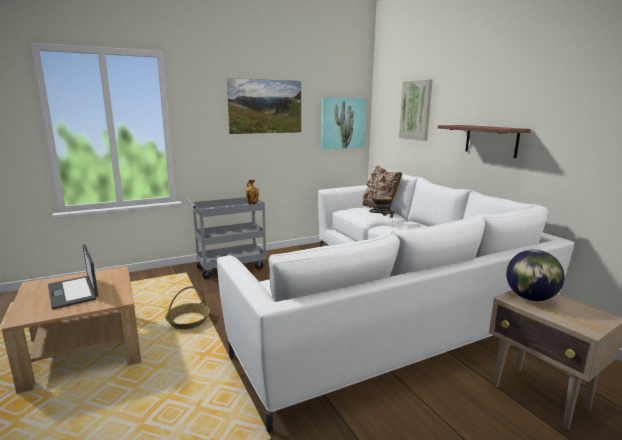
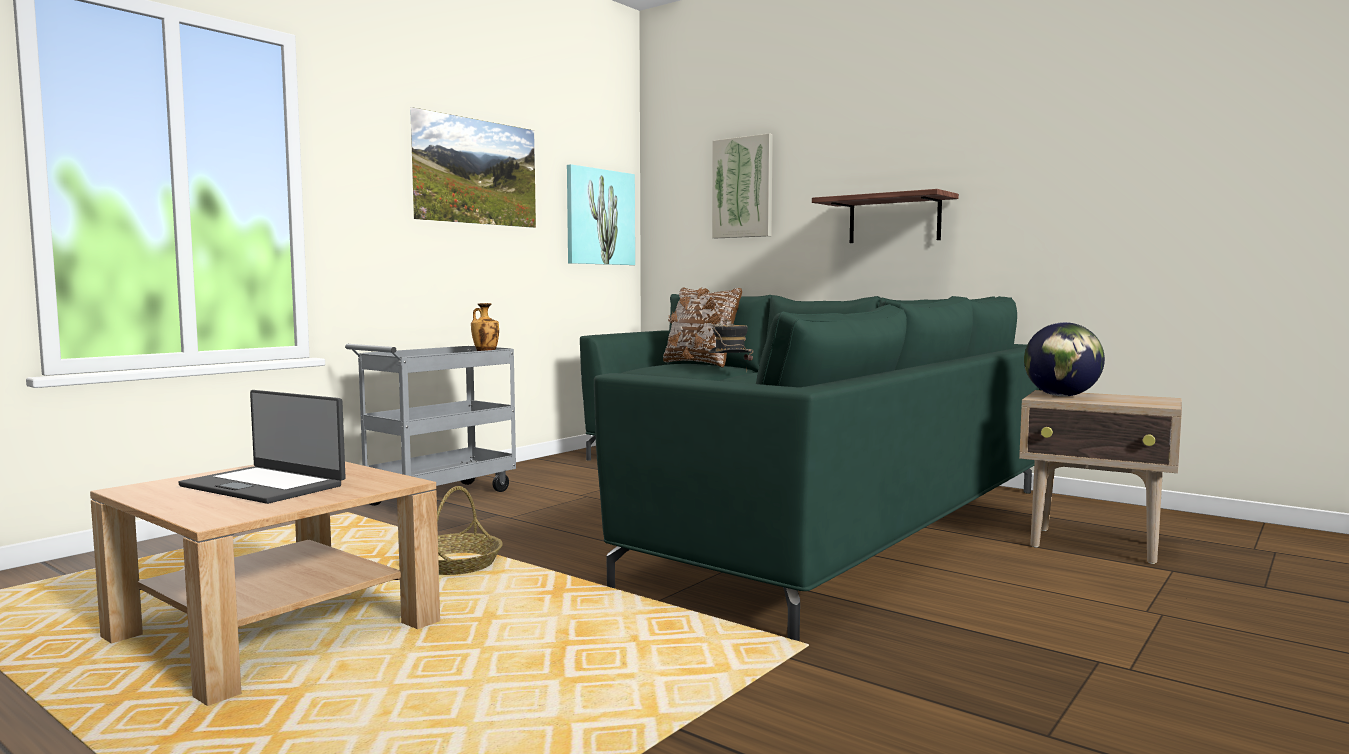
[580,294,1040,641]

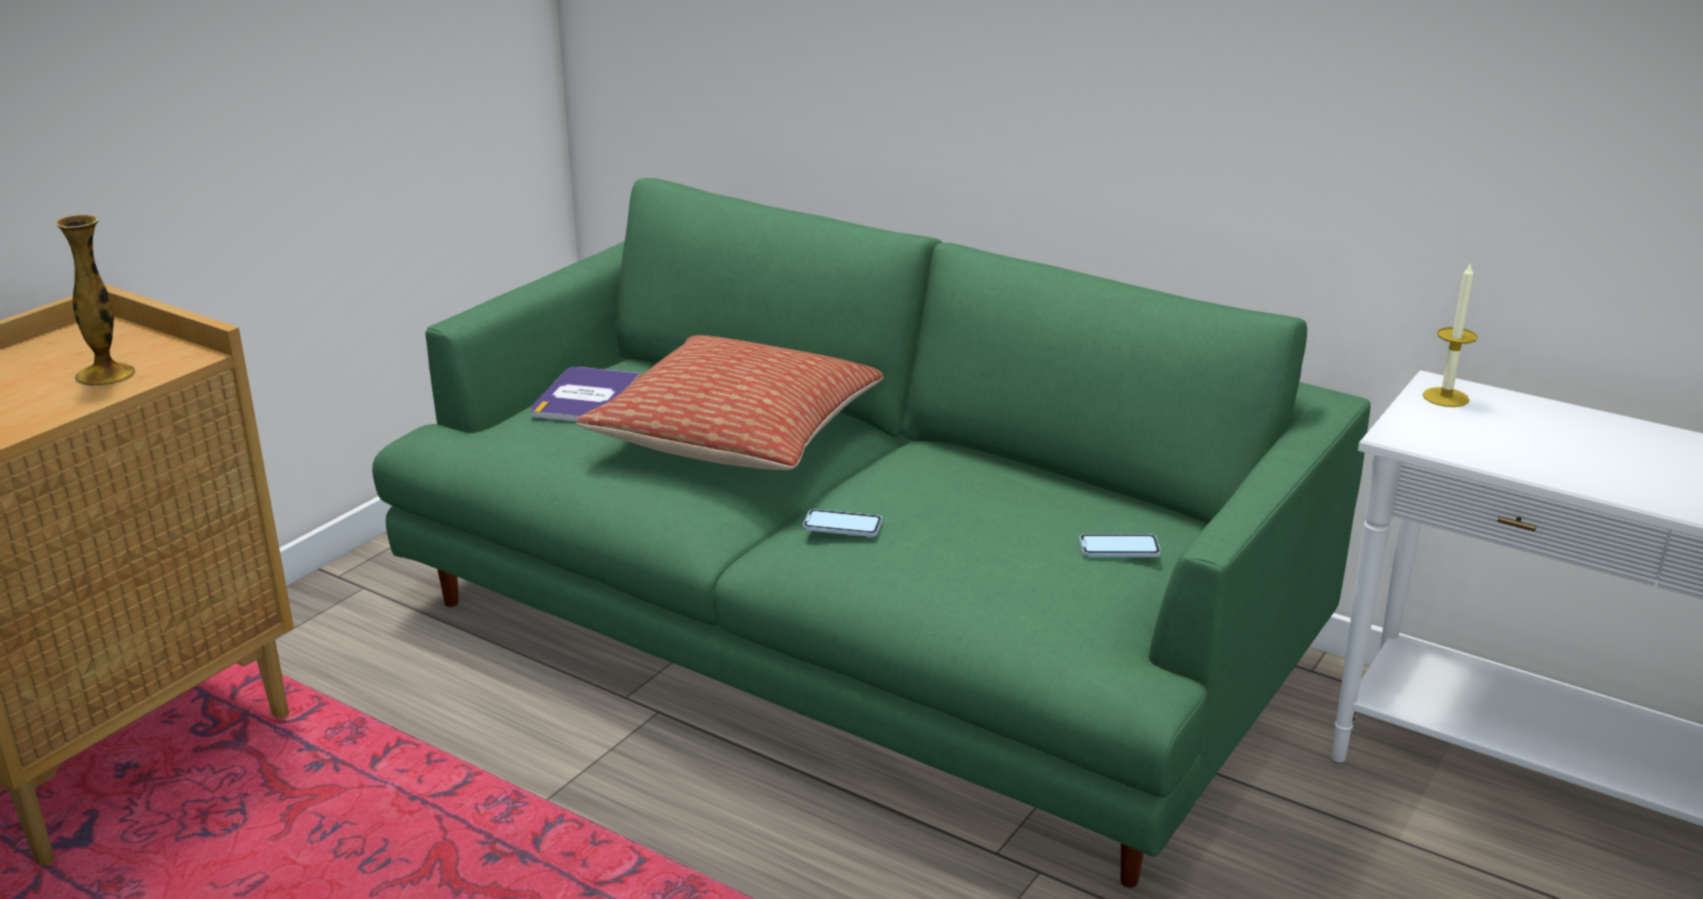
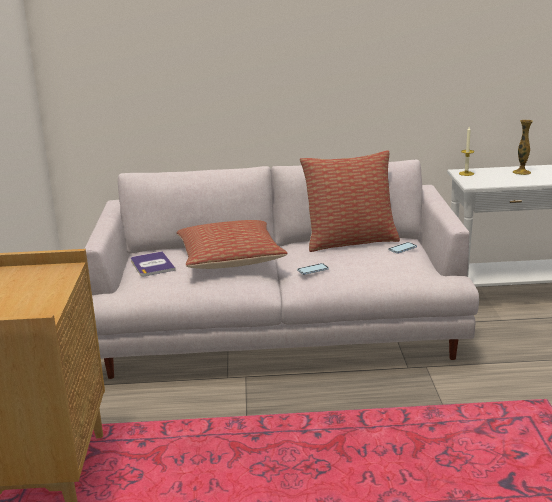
[84,160,479,379]
[300,150,400,252]
[513,120,533,175]

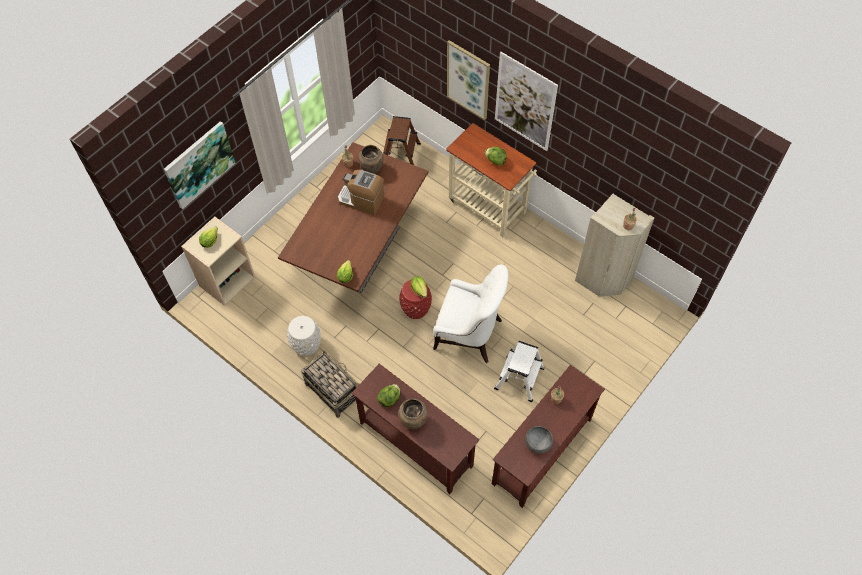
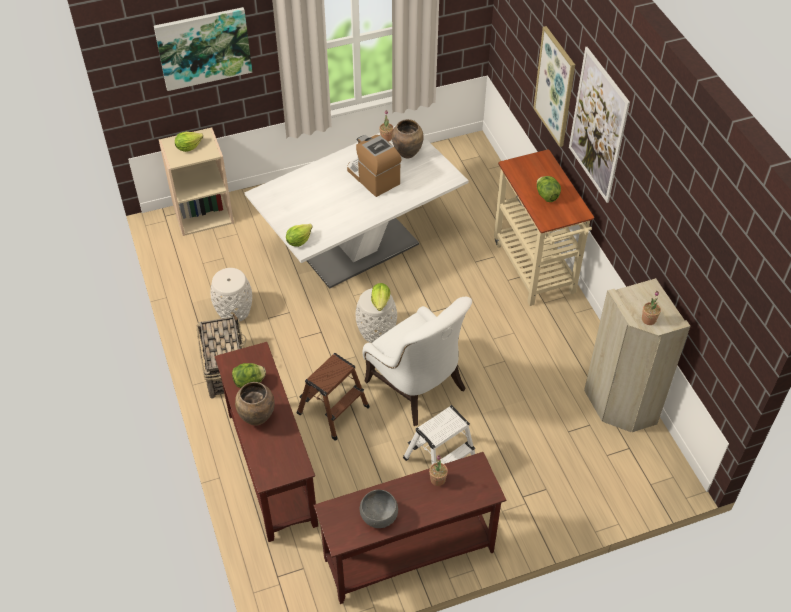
[245,126,469,289]
[297,353,370,441]
[355,288,397,343]

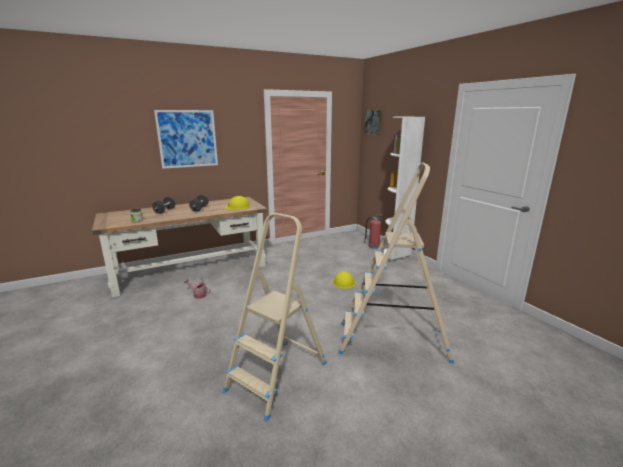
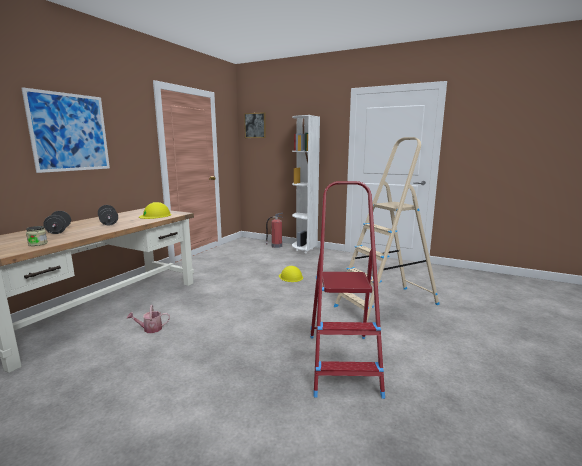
[310,181,385,399]

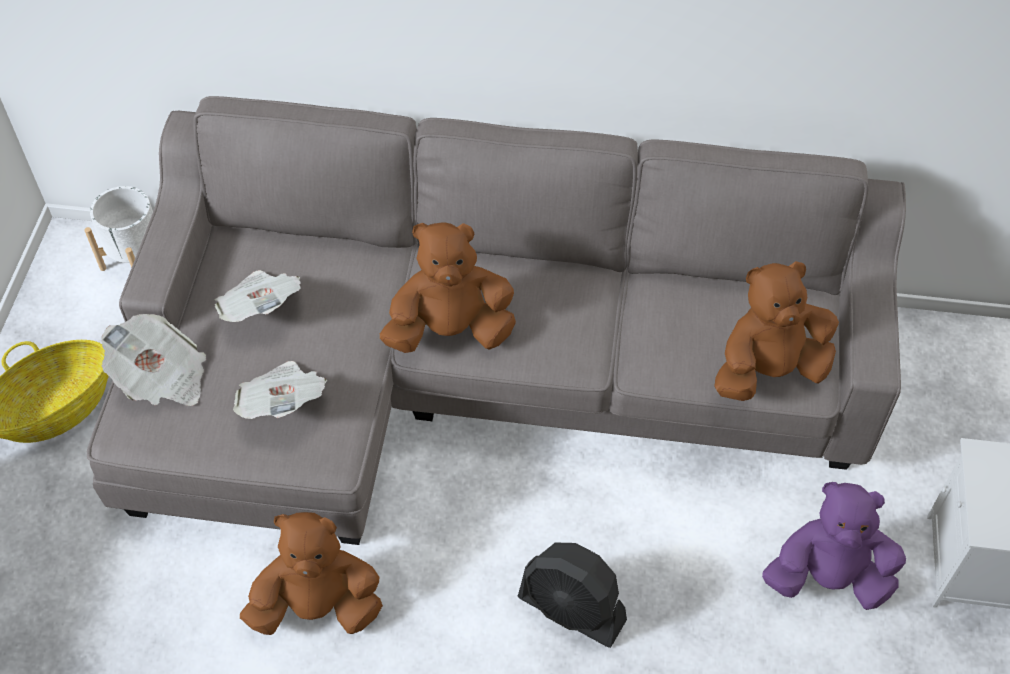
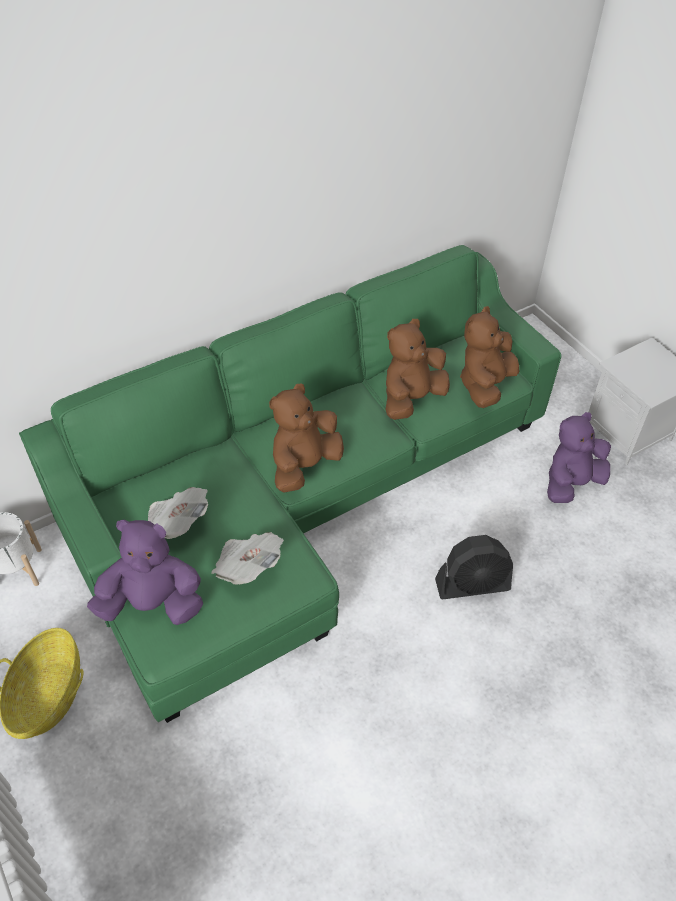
[19,245,561,723]
[87,520,203,625]
[385,319,450,420]

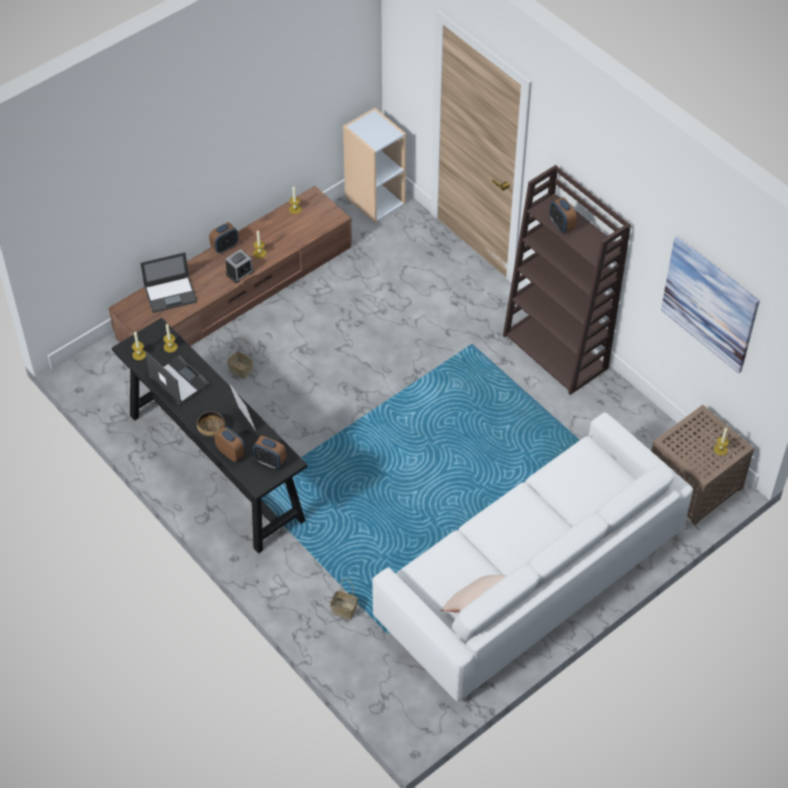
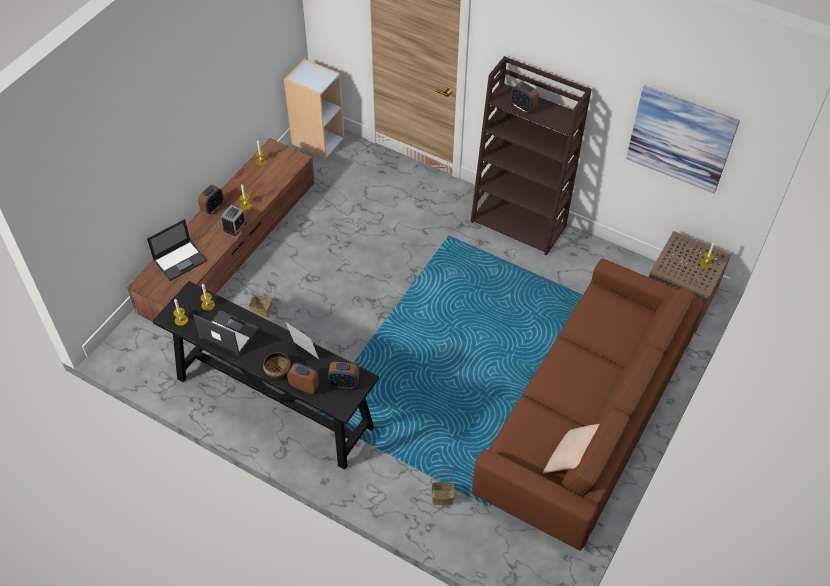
[472,259,704,551]

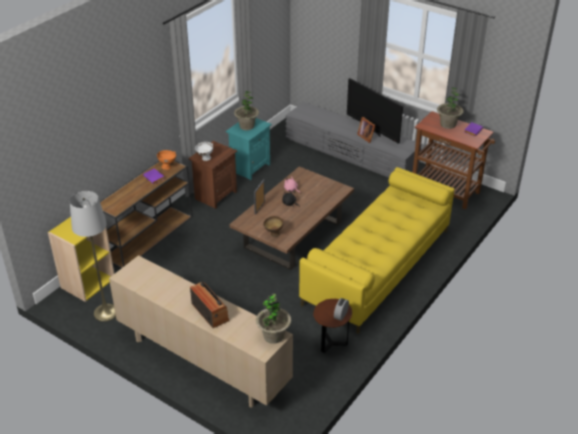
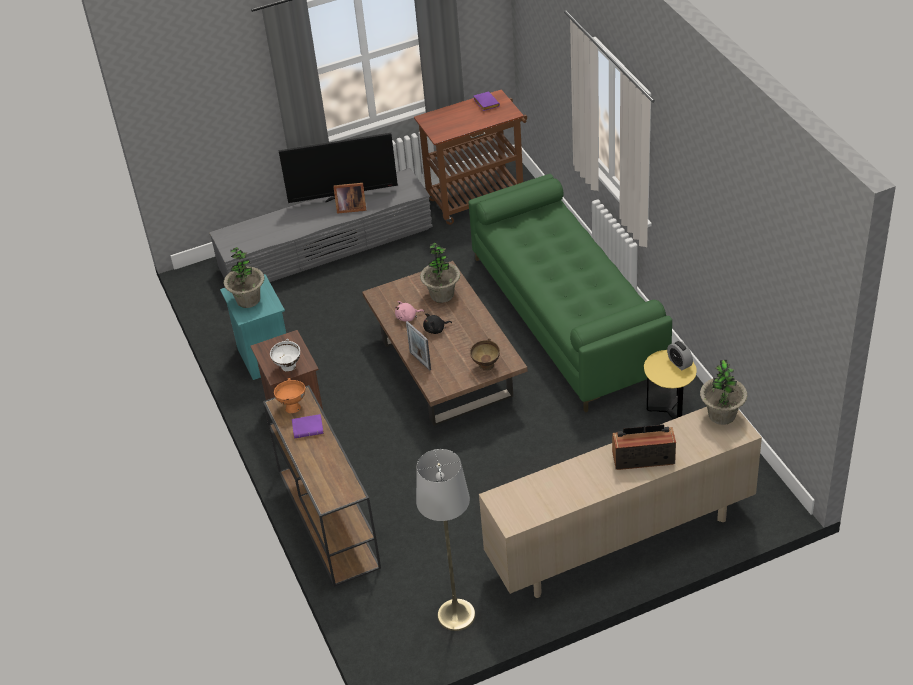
[420,243,460,303]
[469,174,672,413]
[644,350,696,419]
[48,217,114,302] (first image)

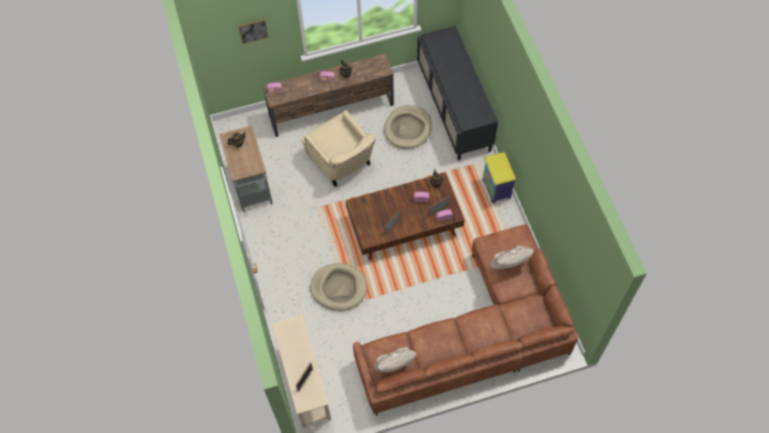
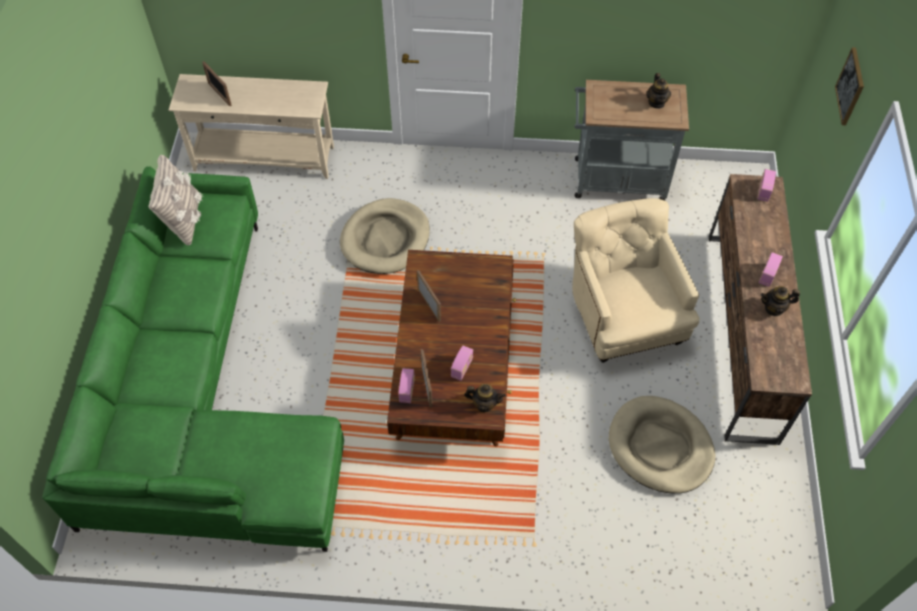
[42,166,344,552]
[572,198,699,363]
[417,26,498,160] (first image)
[483,152,516,203] (first image)
[490,245,534,269] (first image)

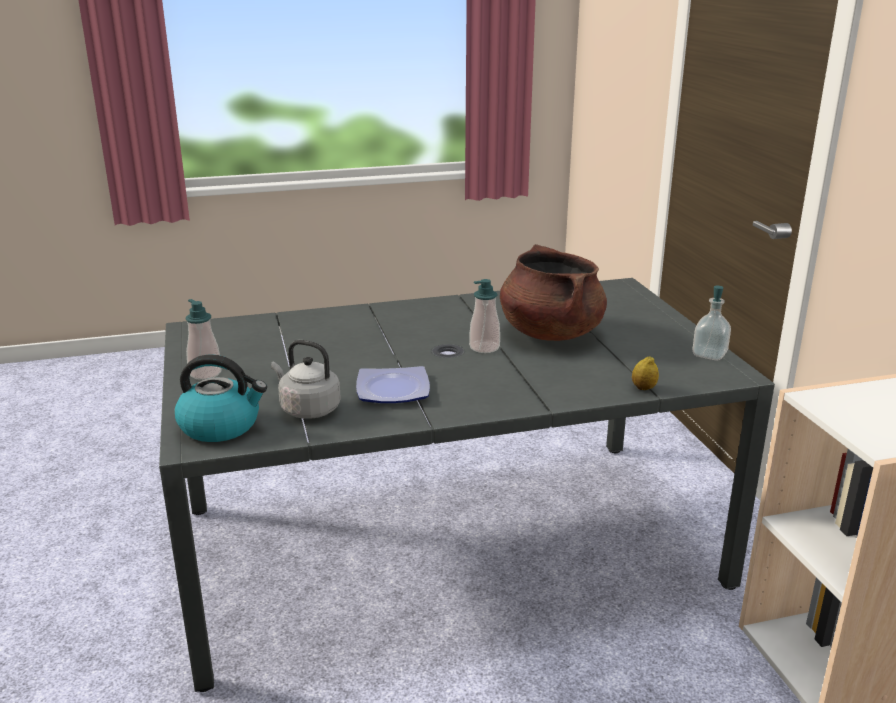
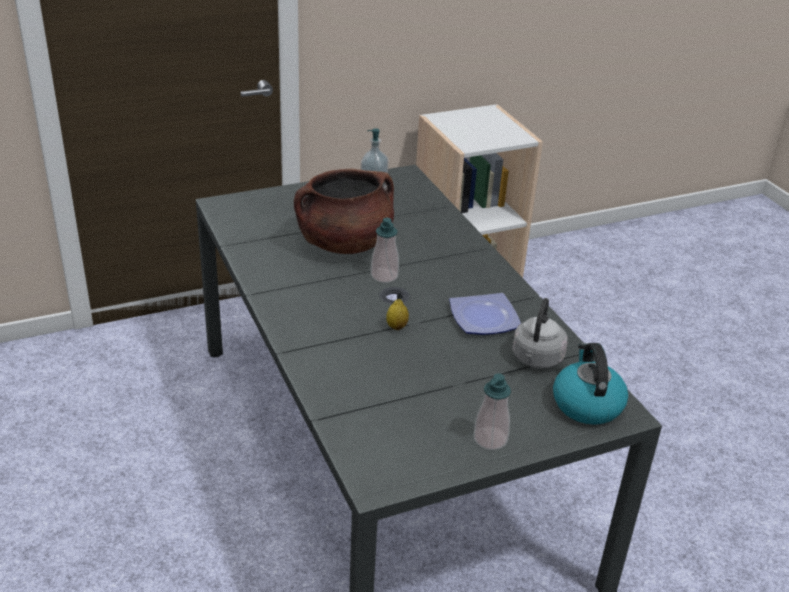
[386,299,409,330]

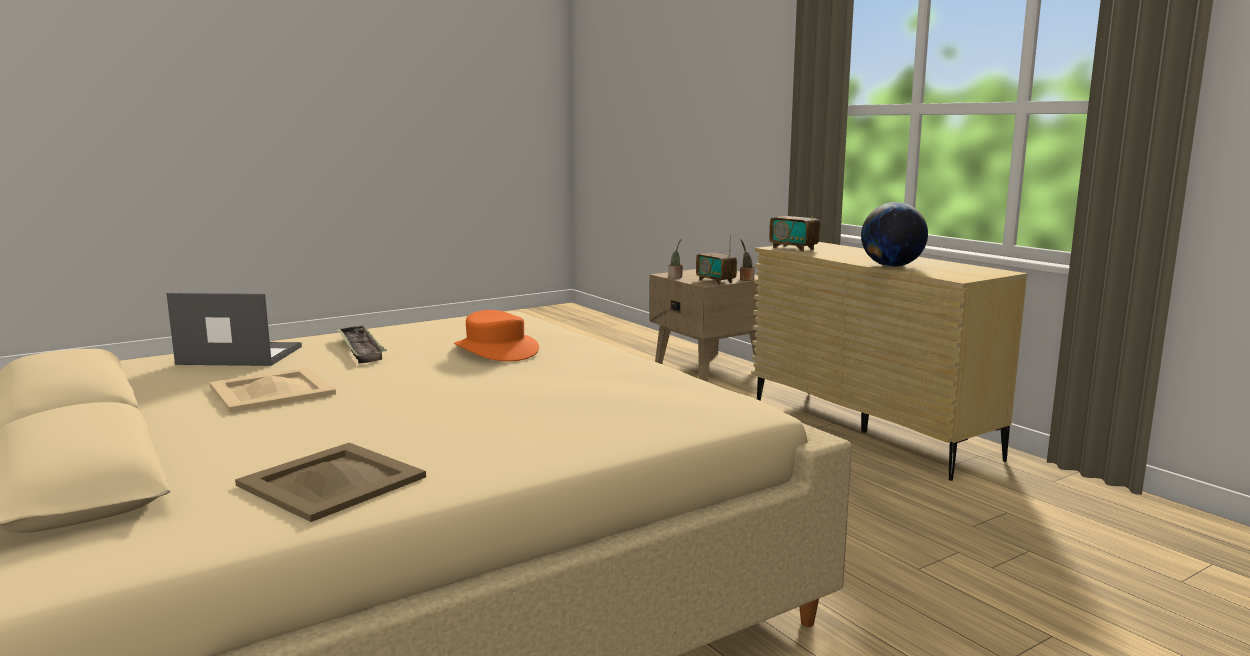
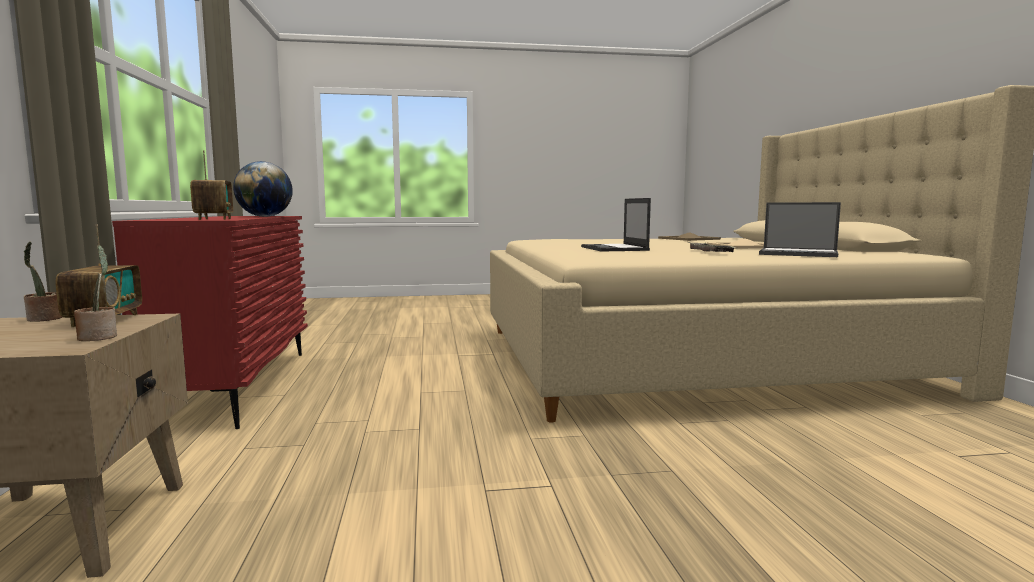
[112,216,308,429]
[581,198,651,252]

